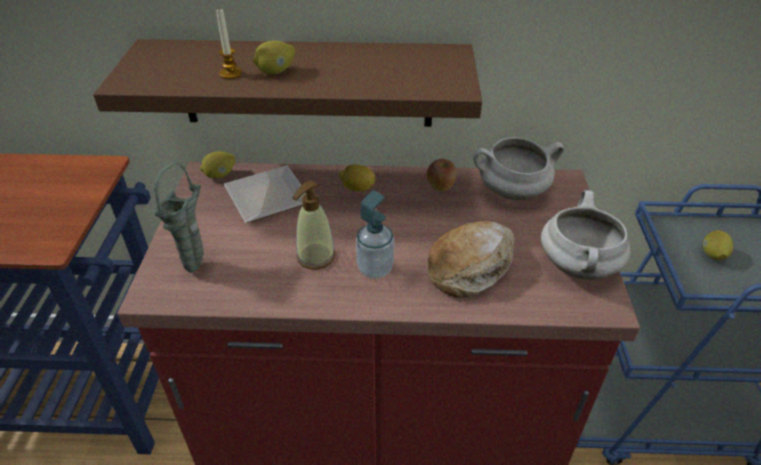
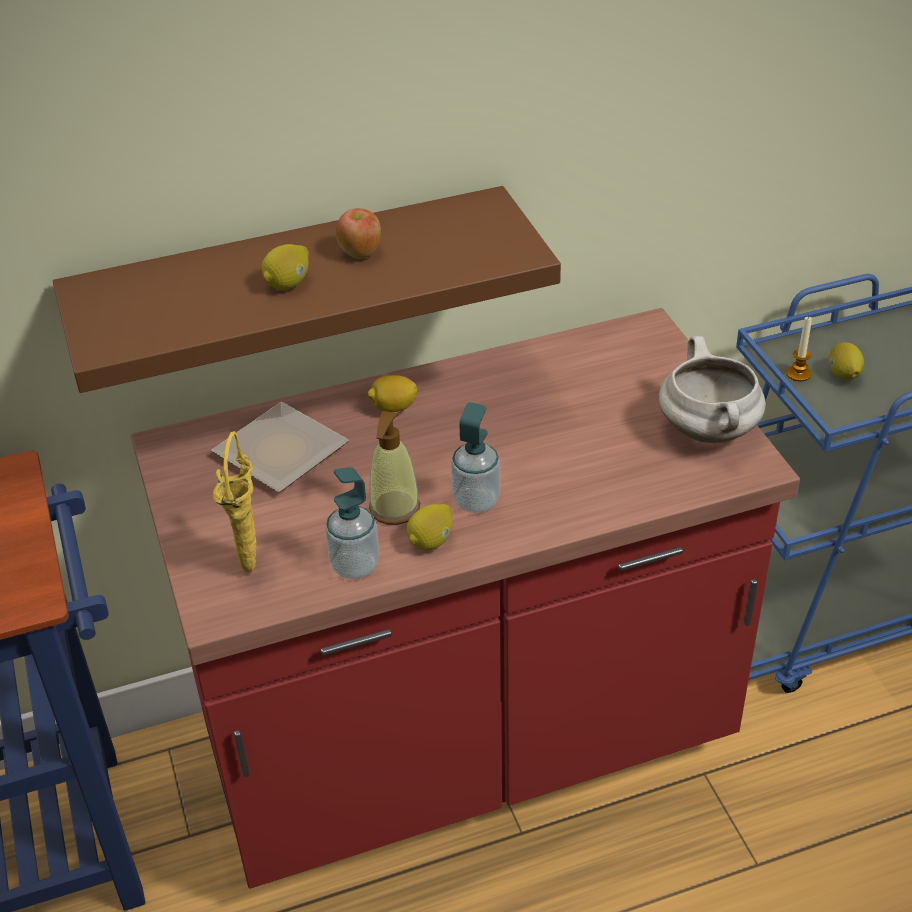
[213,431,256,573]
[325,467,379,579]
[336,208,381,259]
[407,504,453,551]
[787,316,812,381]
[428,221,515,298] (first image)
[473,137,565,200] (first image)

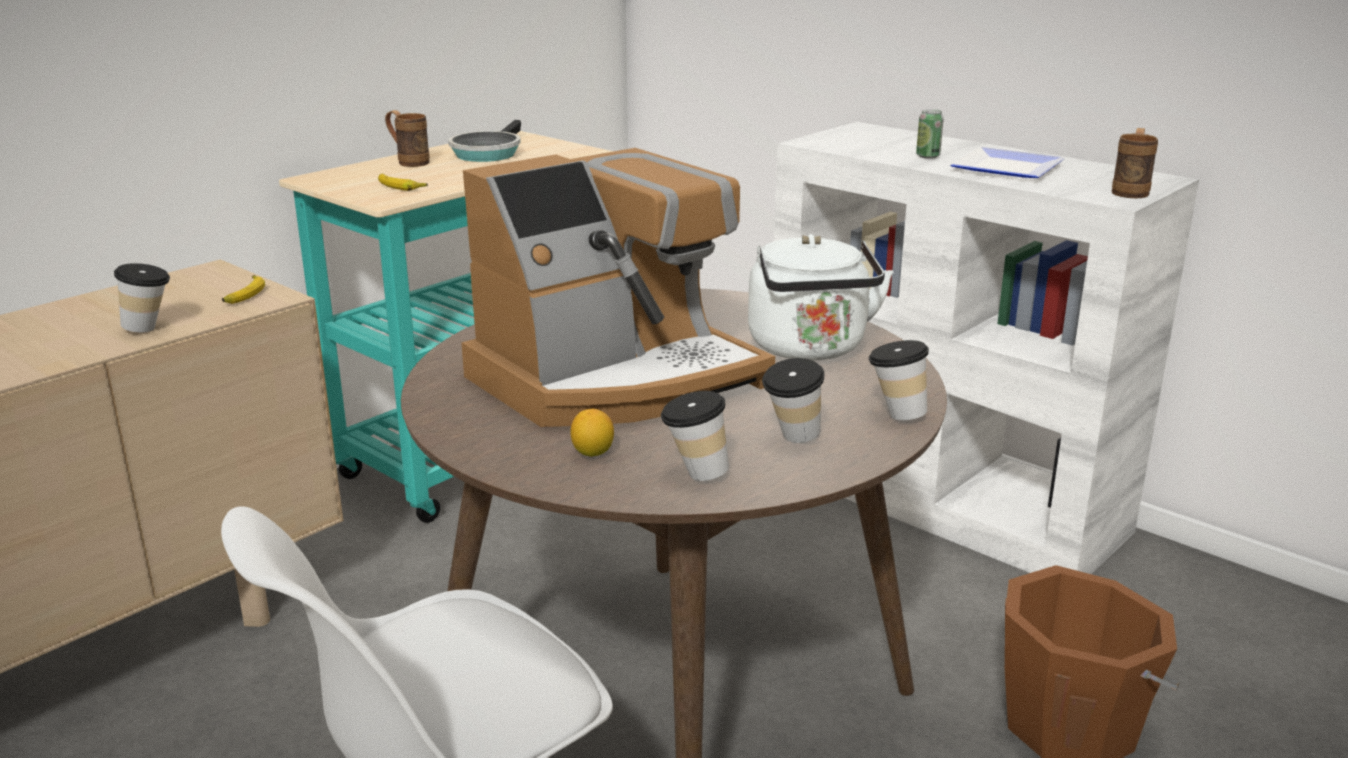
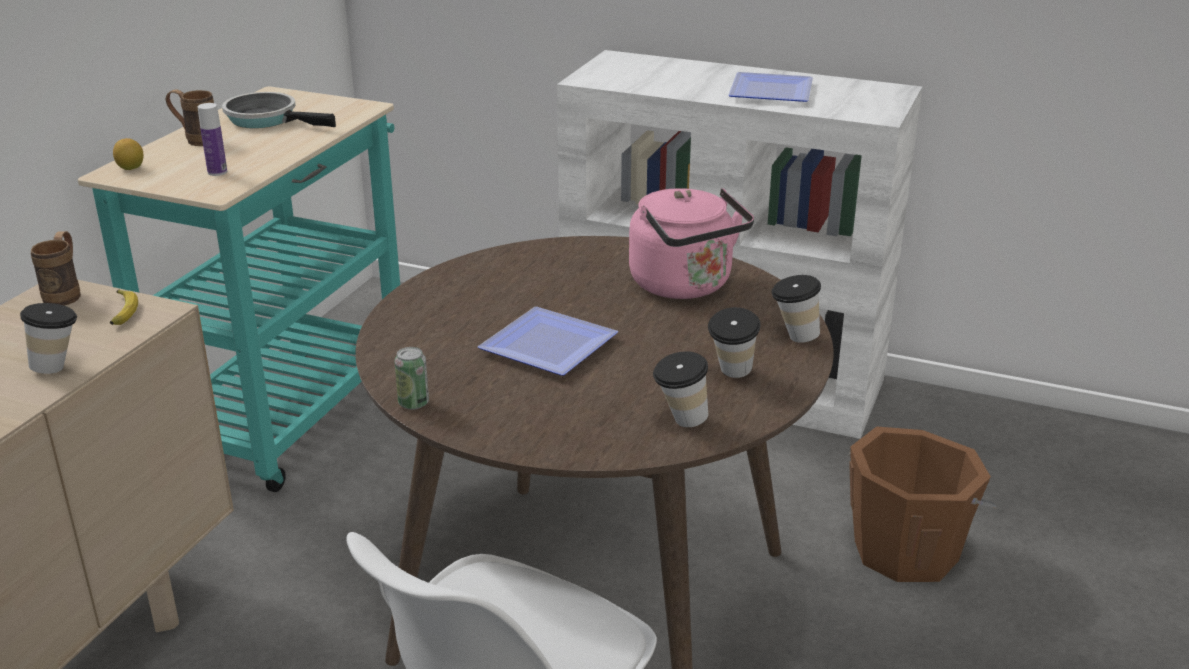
[31,231,81,306]
[113,138,143,170]
[198,103,227,176]
[222,92,336,128]
[394,347,429,410]
[478,307,618,376]
[629,188,754,299]

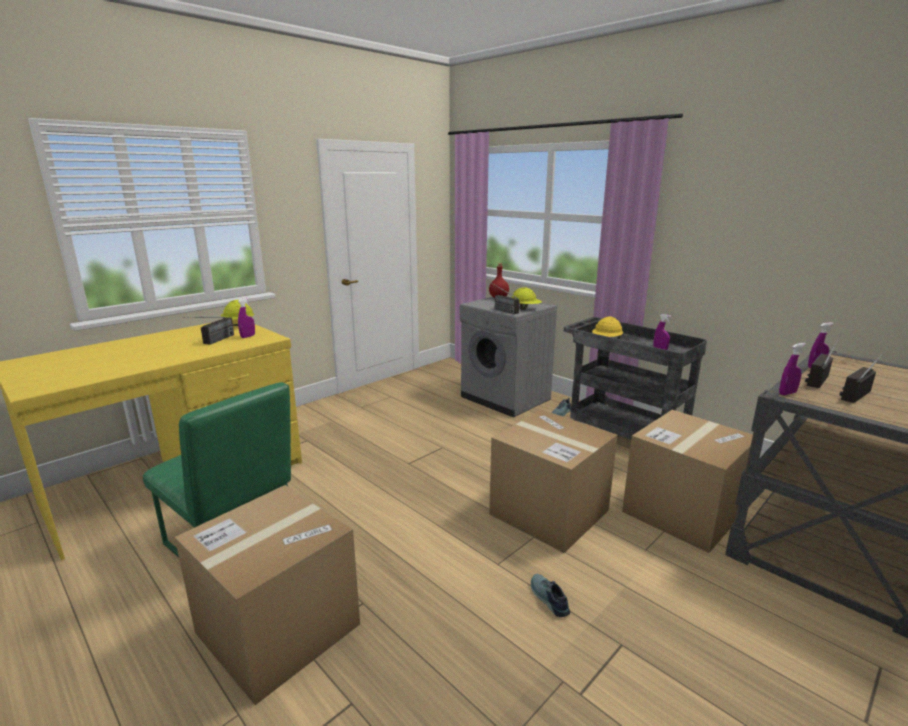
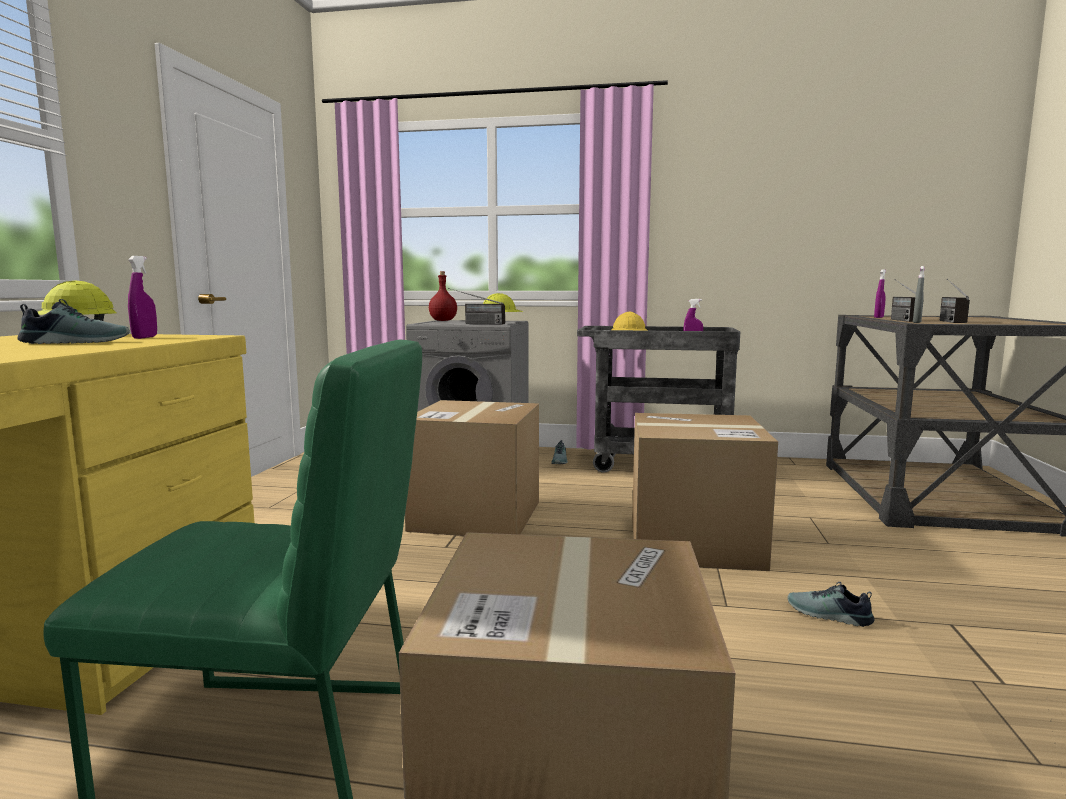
[17,299,130,344]
[405,400,539,536]
[913,266,925,323]

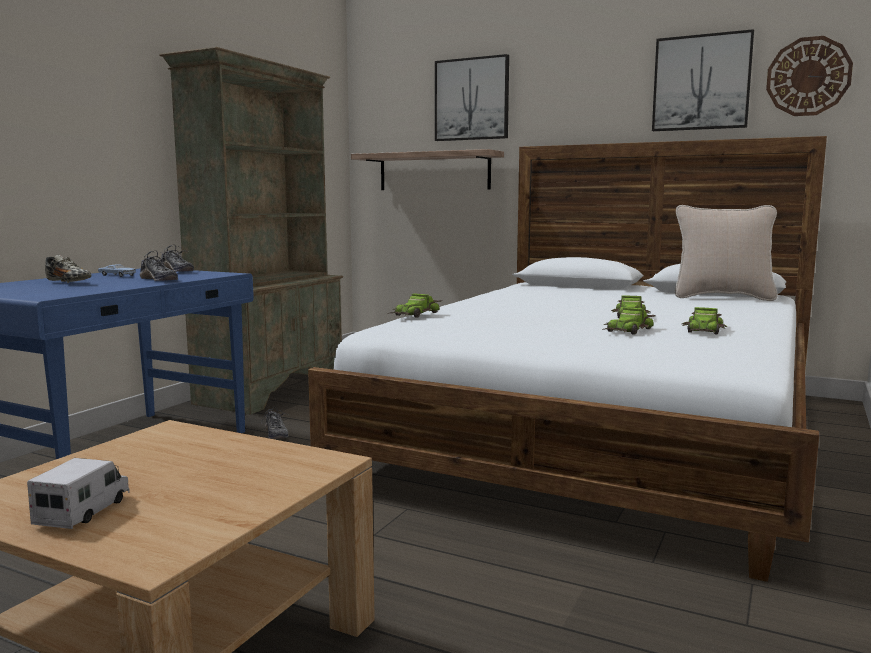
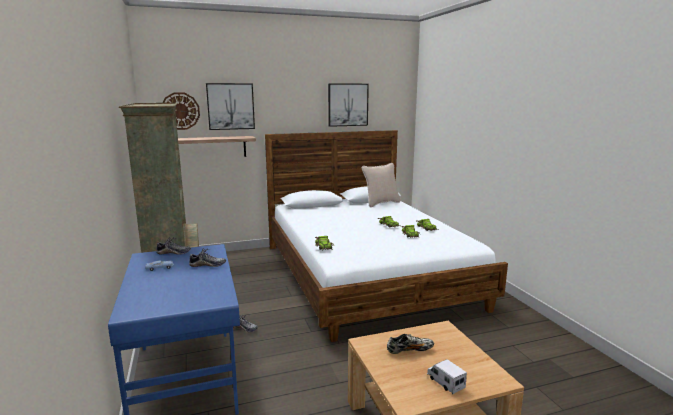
[163,92,200,130]
[387,334,434,354]

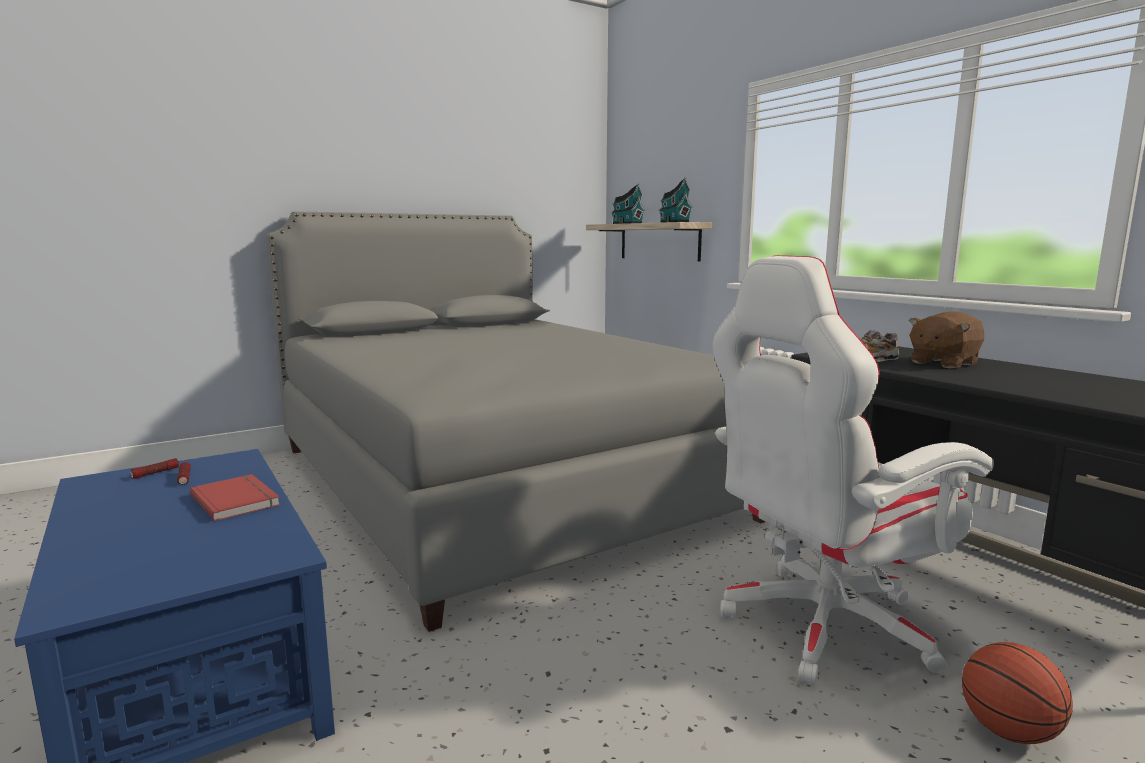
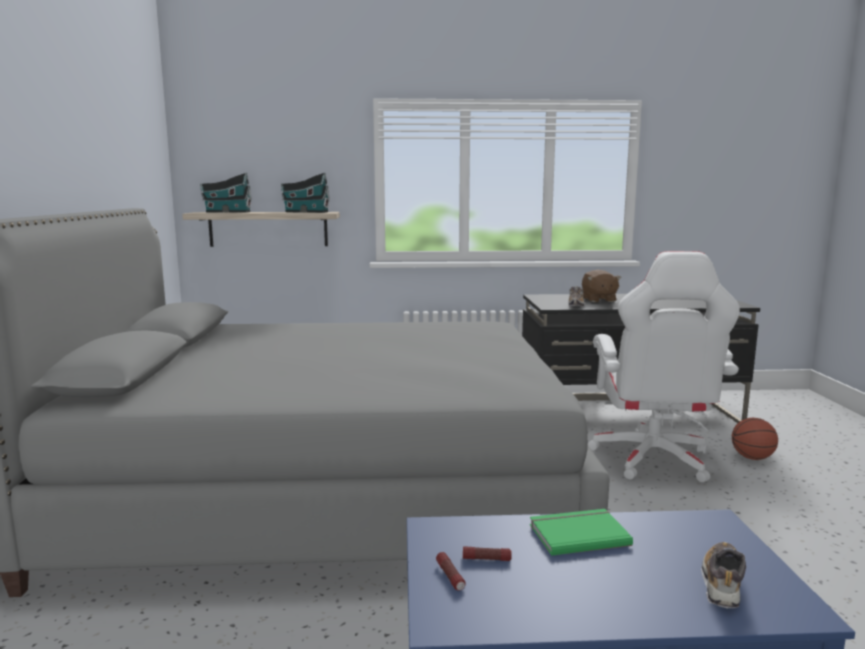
[530,509,633,556]
[701,542,746,608]

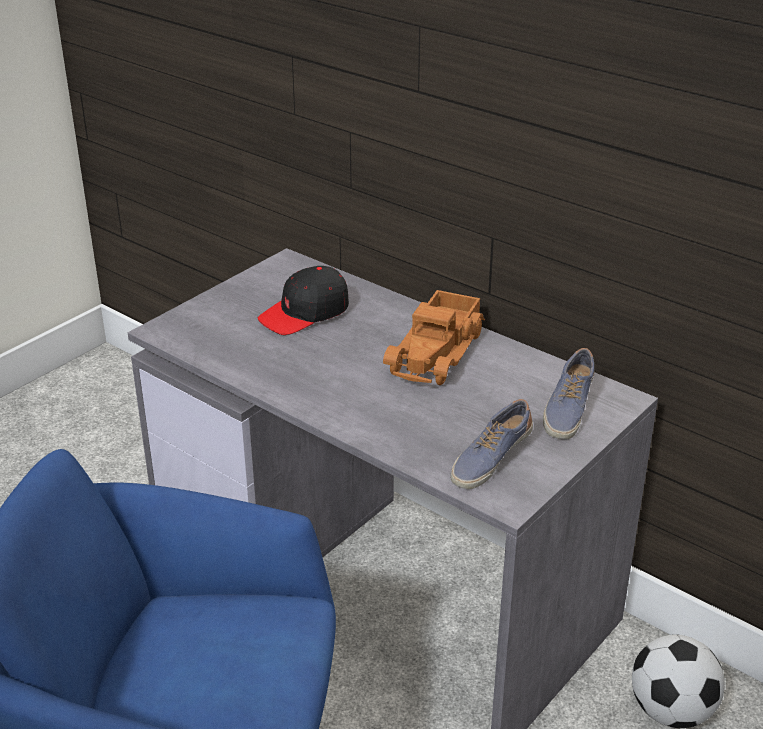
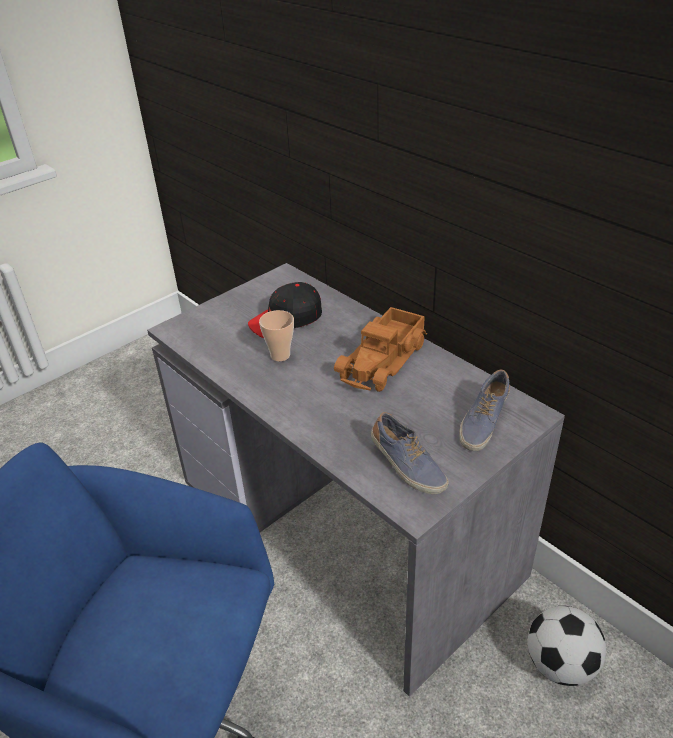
[259,310,294,361]
[371,412,449,494]

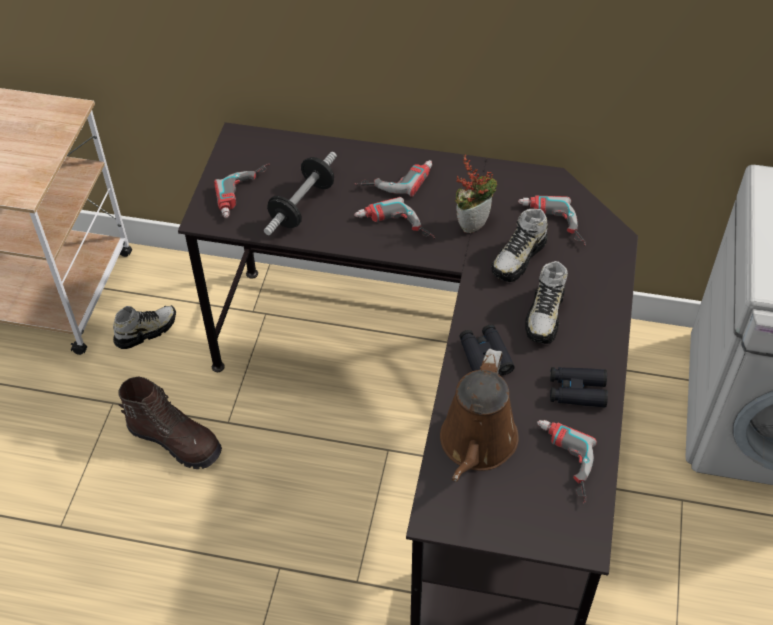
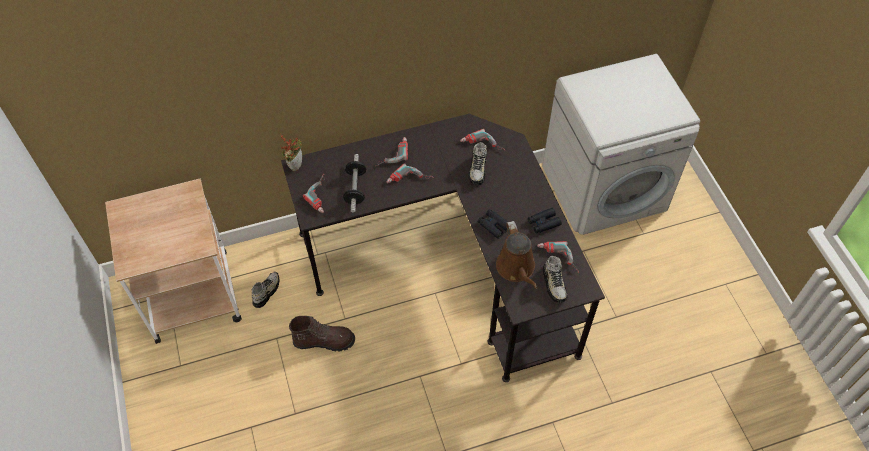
[280,135,302,171]
[543,256,568,303]

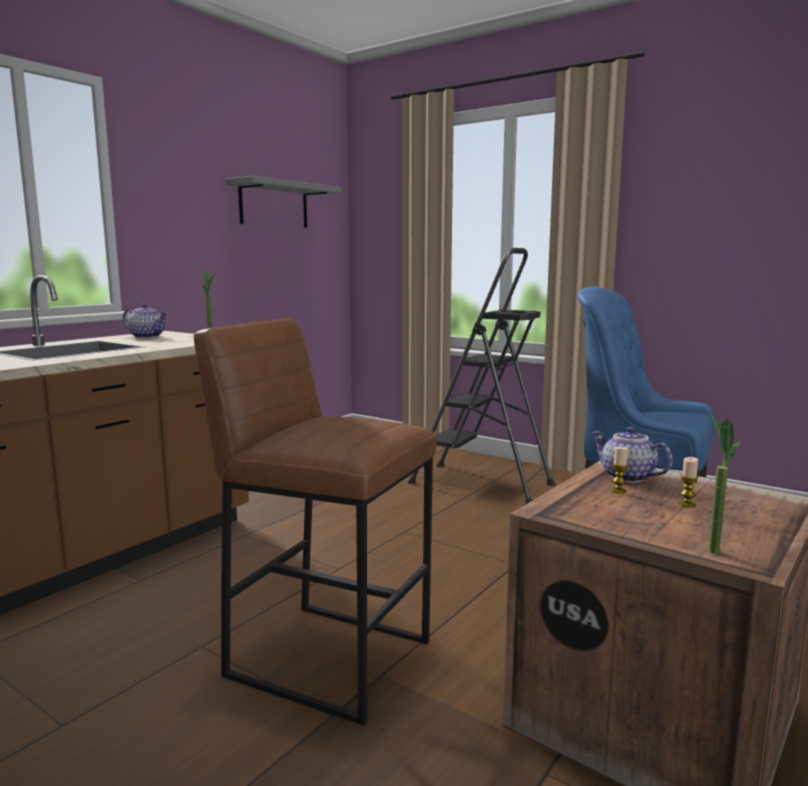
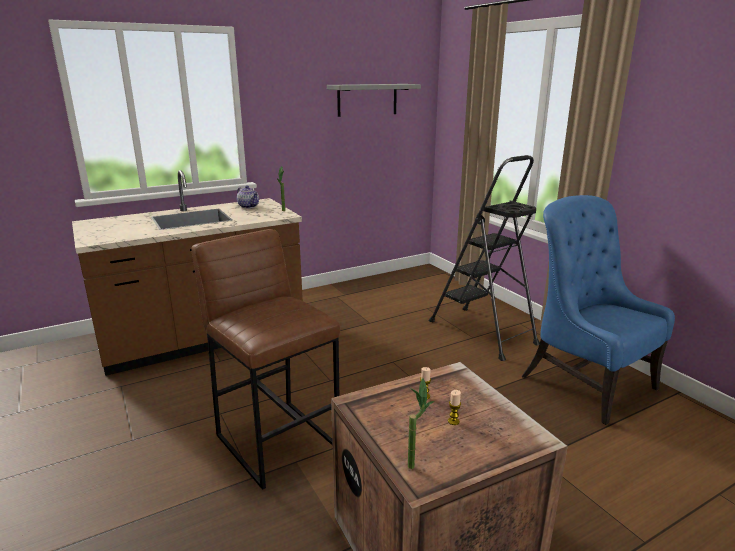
[591,427,673,483] (first image)

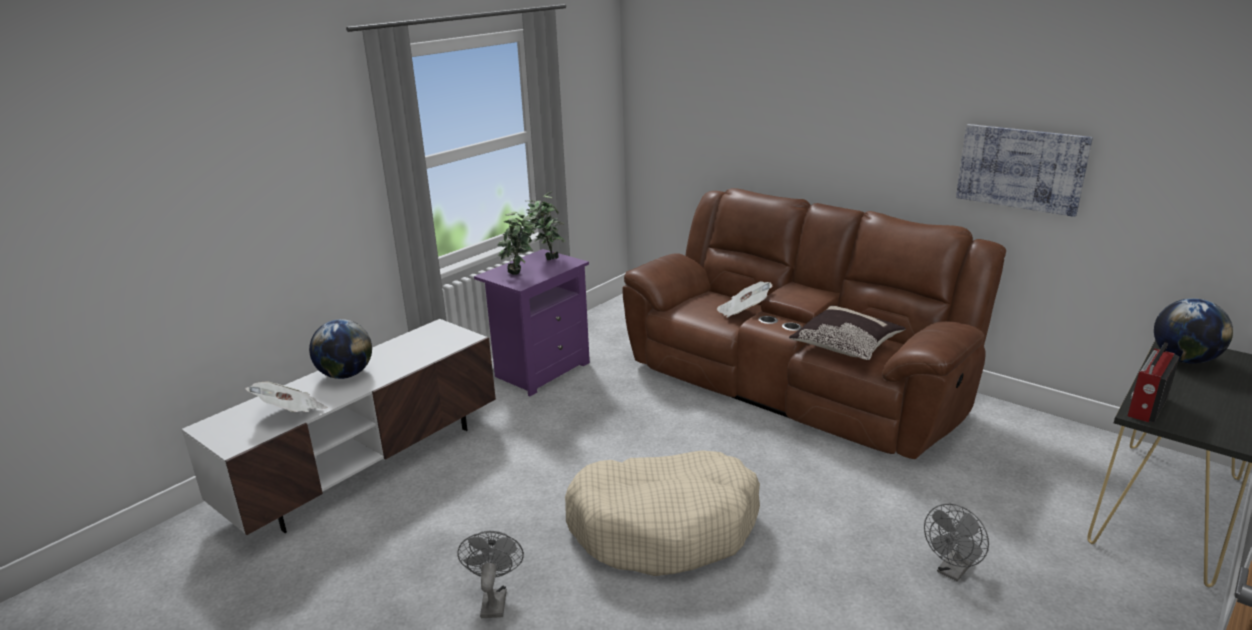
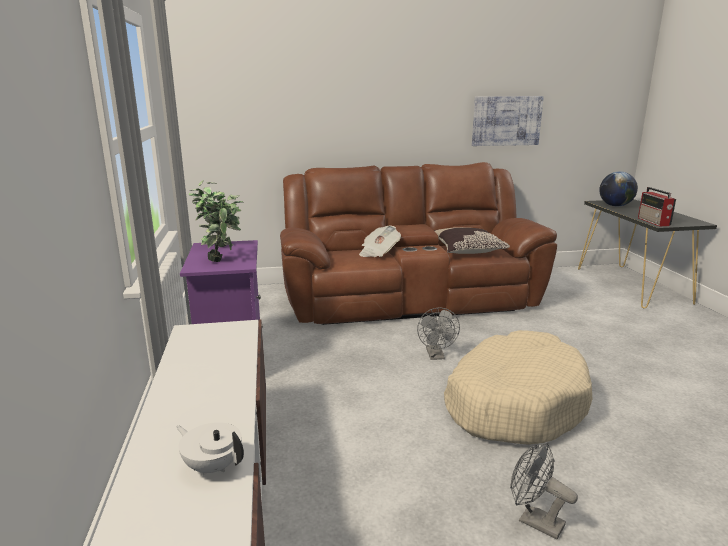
[177,422,244,476]
[417,307,460,360]
[309,319,372,379] (first image)

